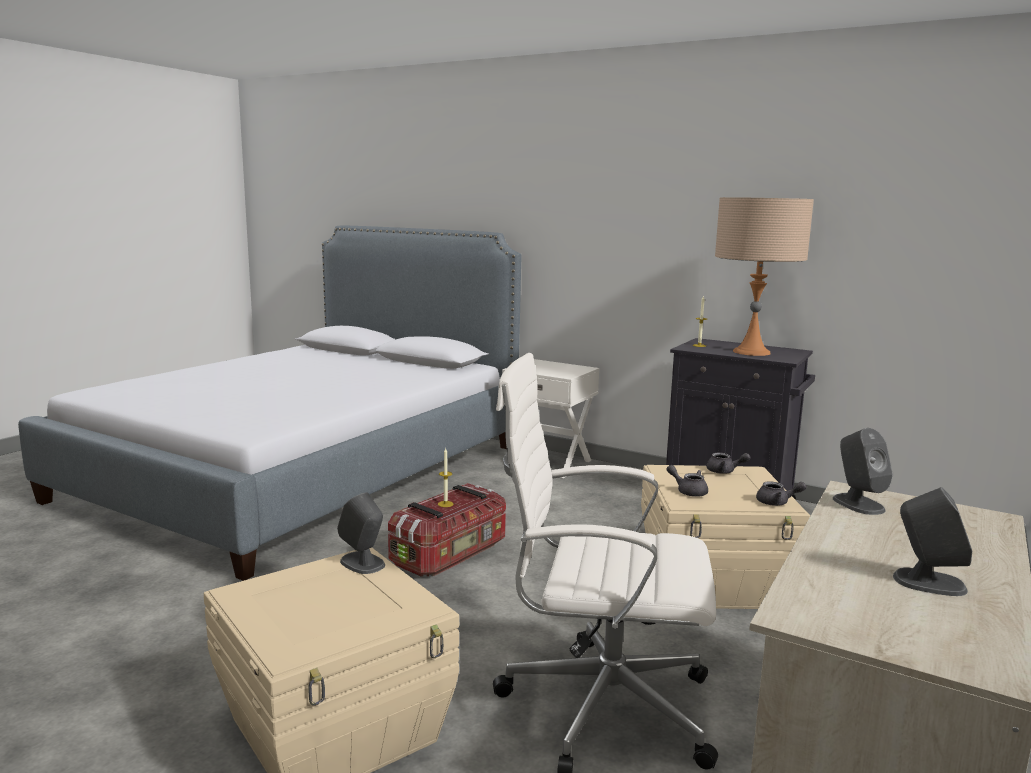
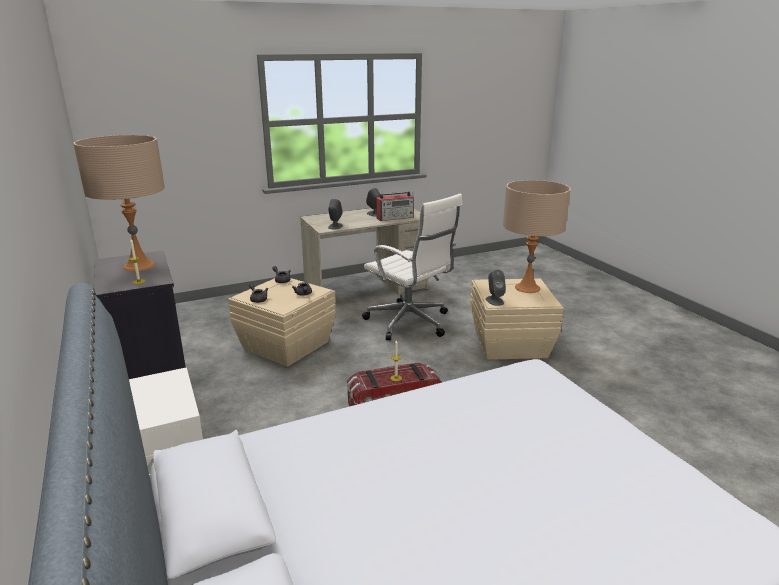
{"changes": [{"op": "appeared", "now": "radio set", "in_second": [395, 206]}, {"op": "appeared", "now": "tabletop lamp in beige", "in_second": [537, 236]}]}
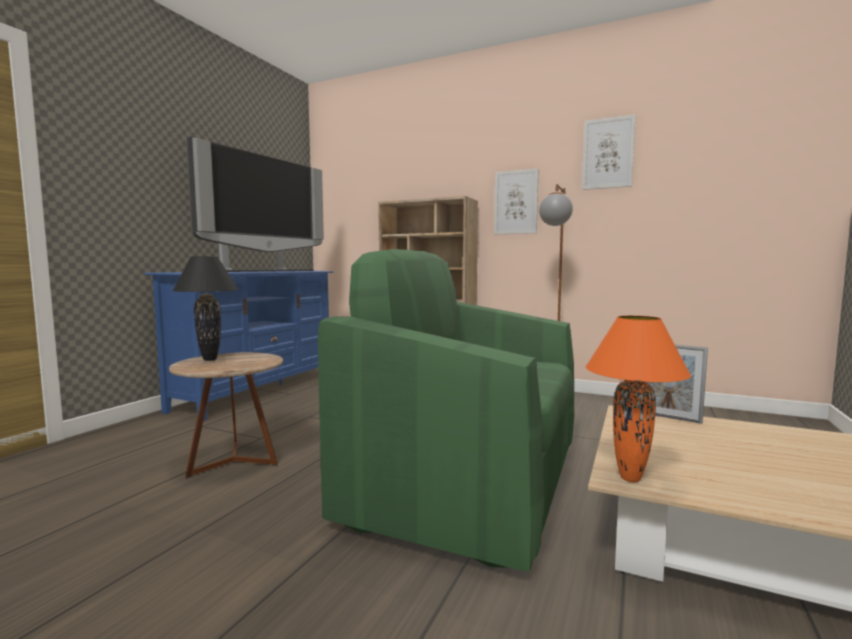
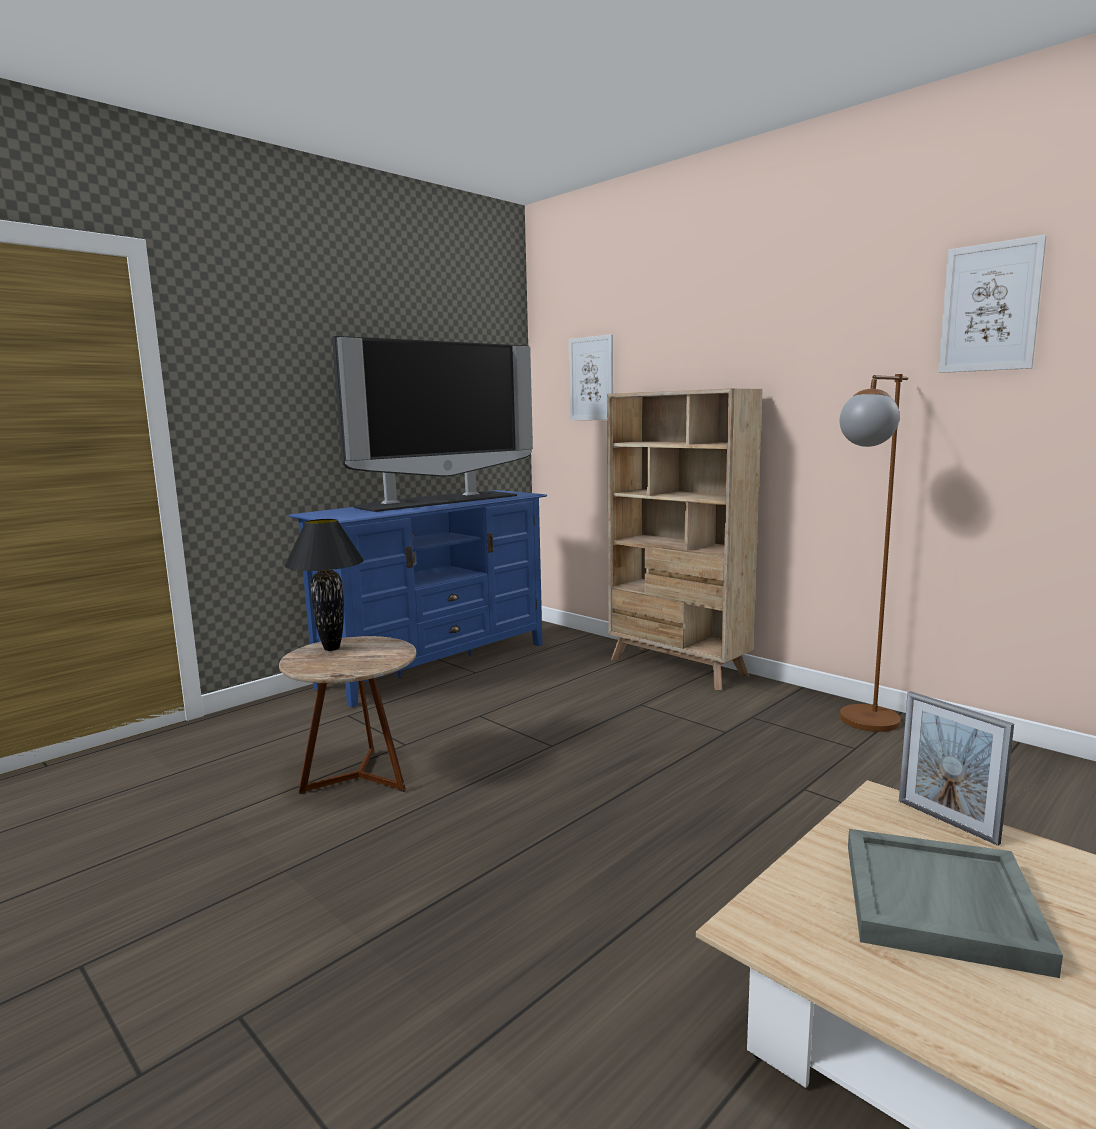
{"changes": [{"op": "missing", "was": "lounge chair in green-coloured", "in_first": [446, 410]}, {"op": "relocated", "was": "picture", "in_first": [516, 202], "in_second": [591, 377]}, {"op": "missing", "was": "tabletop lamp in orangey", "in_first": [638, 398]}, {"op": "appeared", "now": "tray in grey", "in_second": [955, 903]}]}
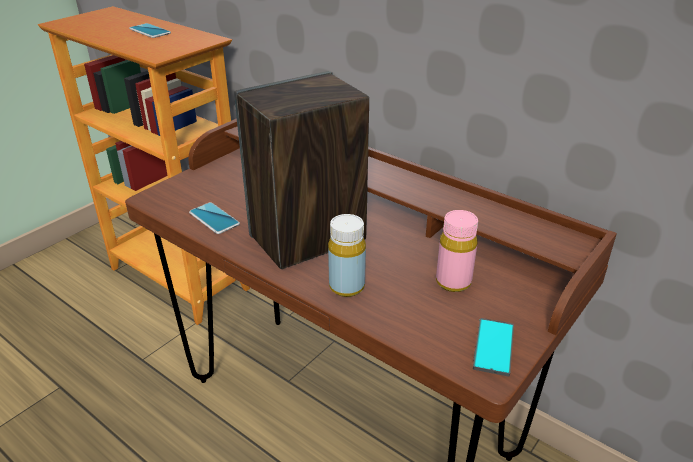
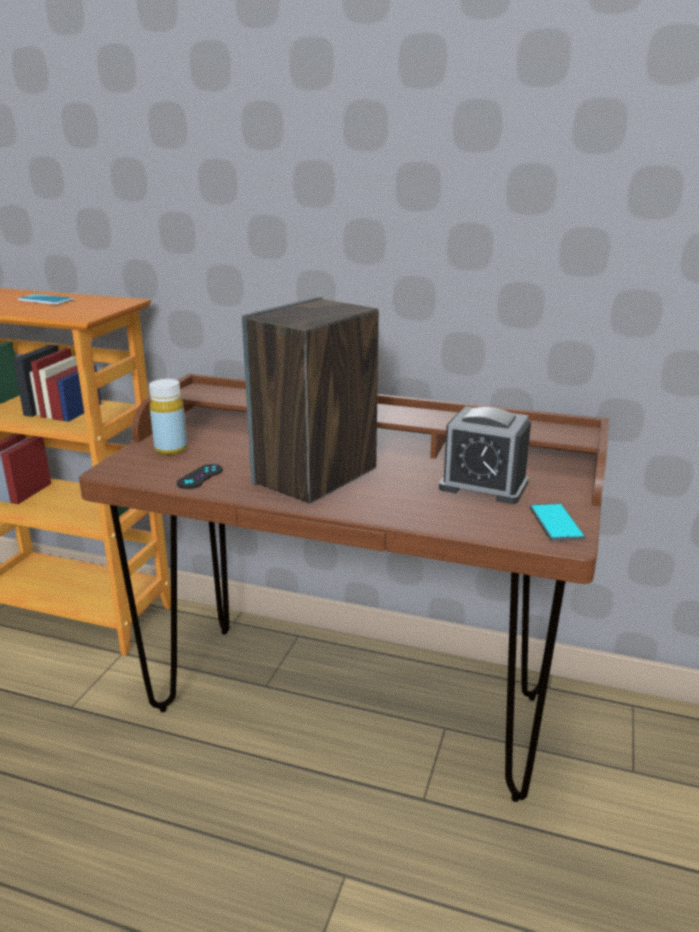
{"changes": [{"op": "exchanged", "was": "telephone", "now": "game controller in black-coloured", "in_first": [214, 218], "in_second": [199, 476]}, {"op": "relocated", "was": "beverage bottle in yellowish", "in_first": [347, 255], "in_second": [168, 417]}, {"op": "exchanged", "was": "beverage bottle in pinkish", "now": "table clock", "in_first": [457, 251], "in_second": [485, 455]}]}
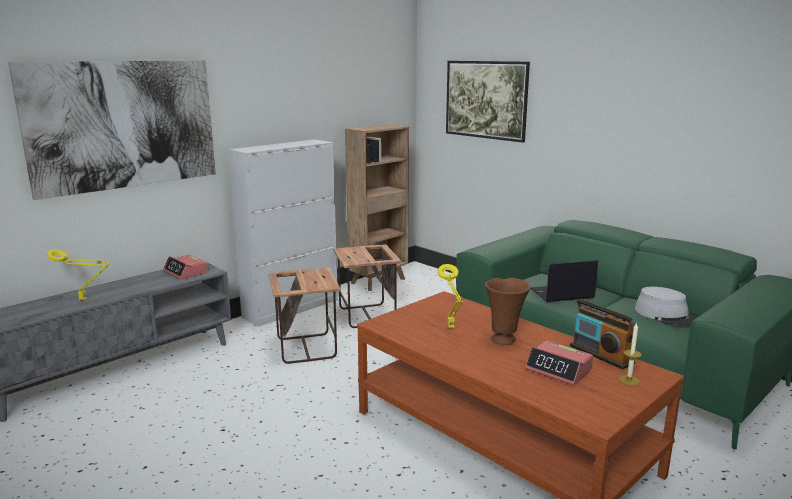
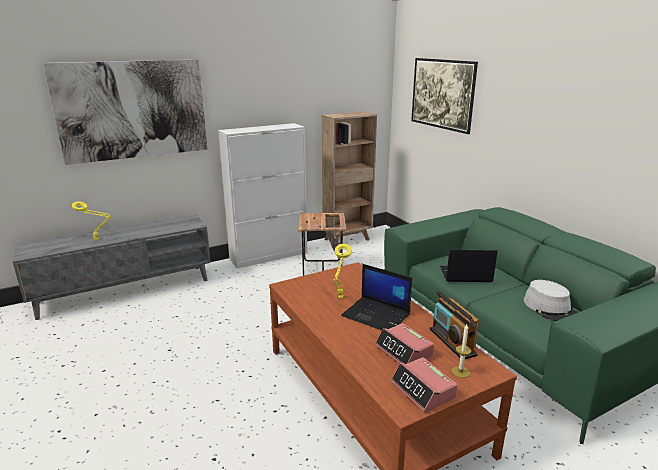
{"changes": [{"op": "relocated", "was": "table clock", "in_first": [185, 267], "in_second": [424, 385]}, {"op": "missing", "was": "side table", "in_first": [304, 316]}, {"op": "exchanged", "was": "vase in brown-coloured", "now": "portable computer", "in_first": [508, 311], "in_second": [376, 297]}]}
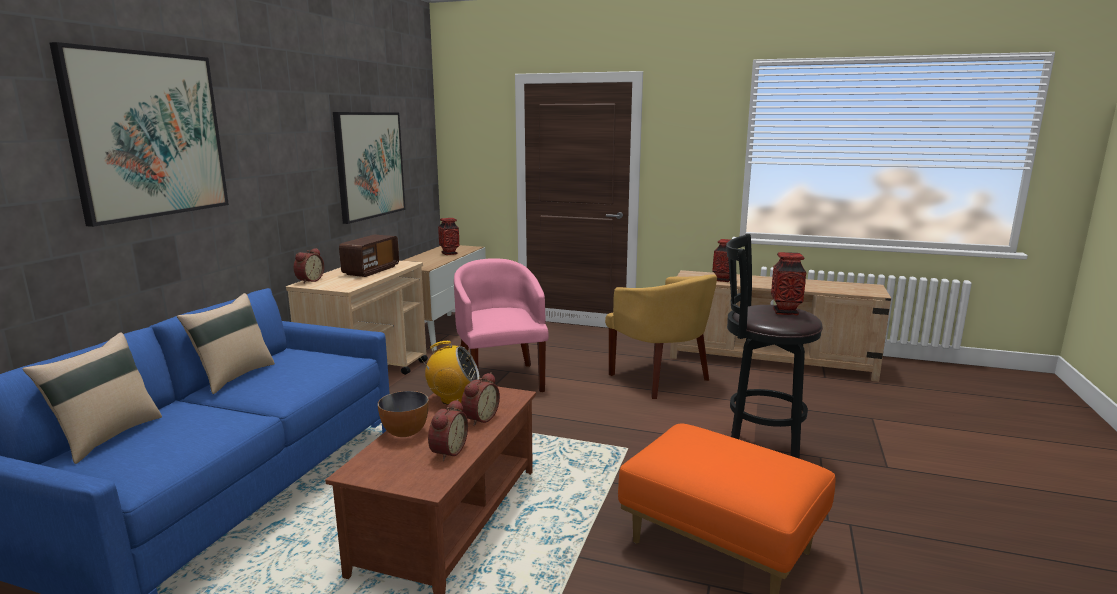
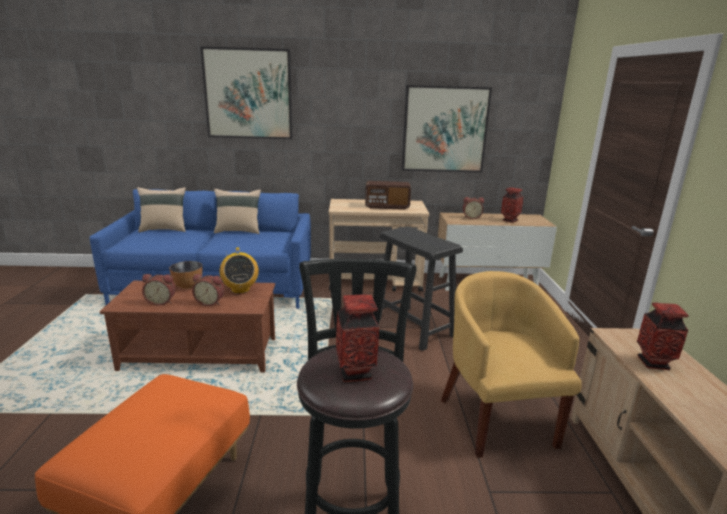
{"changes": [{"op": "relocated", "was": "table clock", "in_first": [309, 266], "in_second": [473, 208]}, {"op": "exchanged", "was": "lounge chair in pinkish", "now": "stool seat in black-coloured", "in_first": [501, 325], "in_second": [421, 289]}, {"op": "spun", "was": "lounge chair in yellowish", "in_first": [661, 336], "in_second": [511, 364], "clockwise": 135}]}
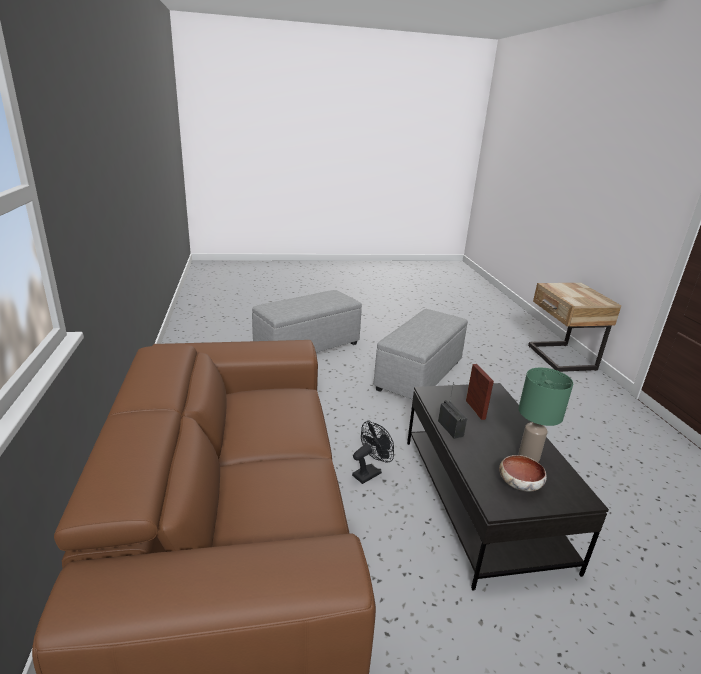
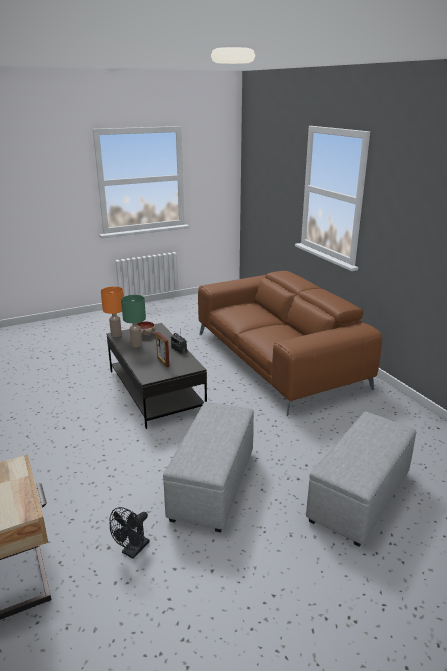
{"changes": [{"op": "relocated", "was": "electric fan in black-coloured", "in_first": [373, 452], "in_second": [130, 533]}, {"op": "appeared", "now": "tabletop lamp in orangey", "in_second": [112, 312]}]}
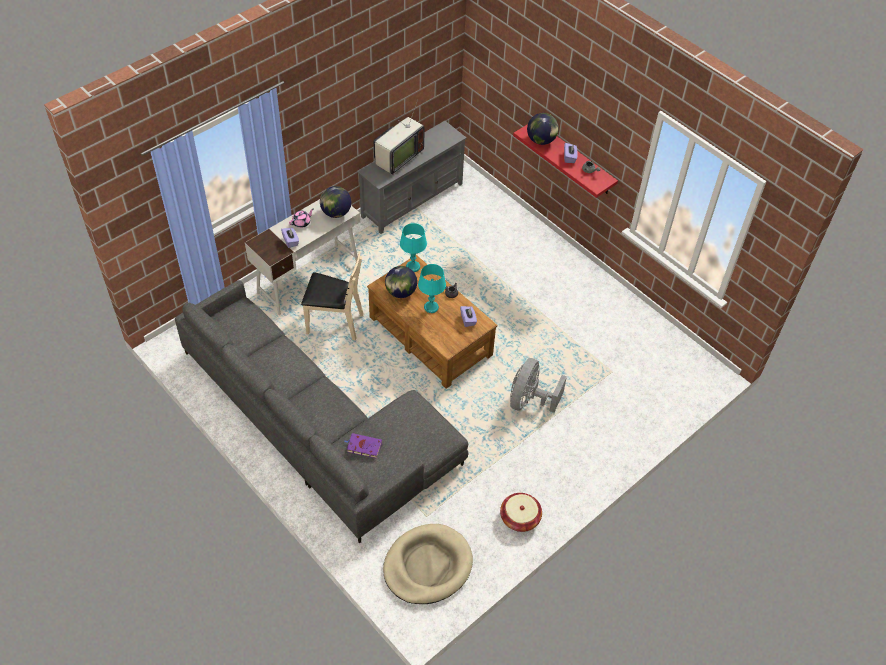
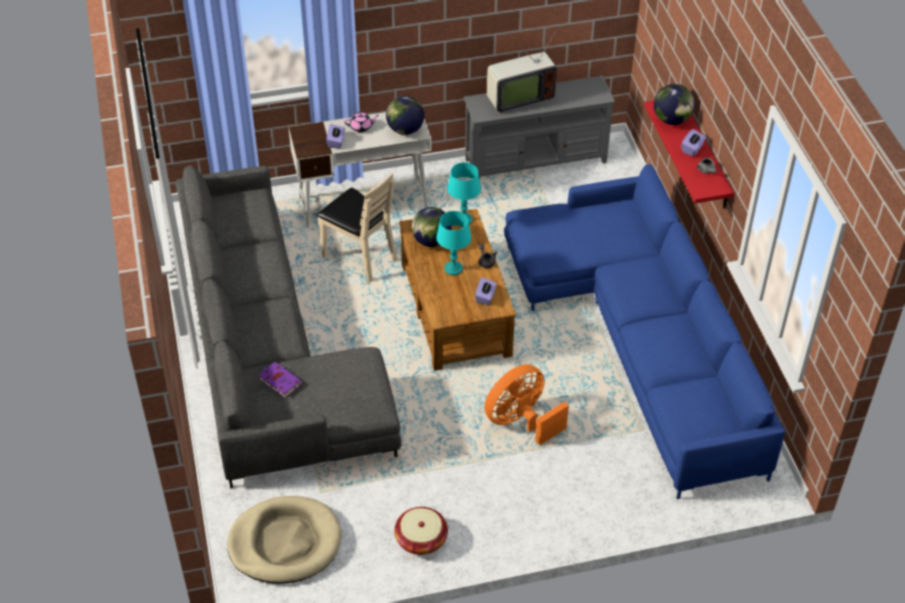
{"changes": [{"op": "colour", "was": "electric fan in grey", "now": "electric fan in orangey", "in_first": [538, 385], "in_second": [526, 404]}, {"op": "appeared", "now": "sofa in bluish", "in_second": [644, 331]}]}
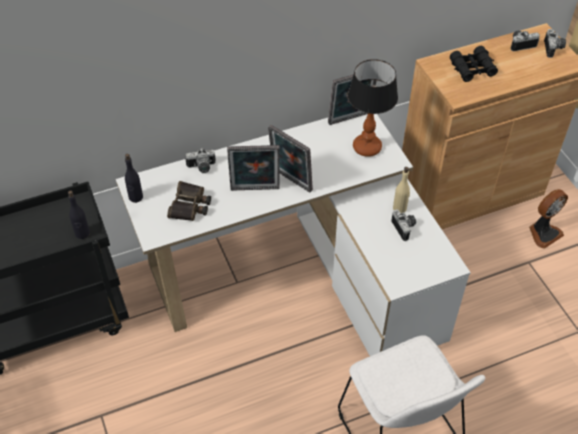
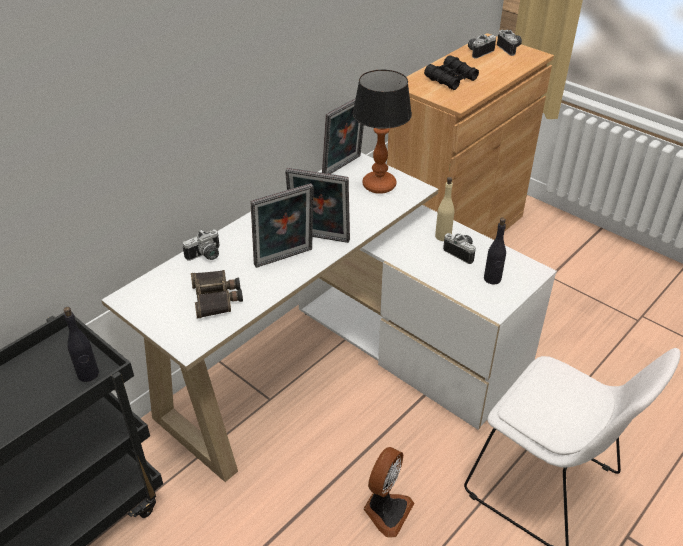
{"changes": [{"op": "relocated", "was": "beverage bottle in black-coloured", "in_first": [134, 178], "in_second": [495, 251]}, {"op": "relocated", "was": "electric fan", "in_first": [548, 219], "in_second": [389, 492]}]}
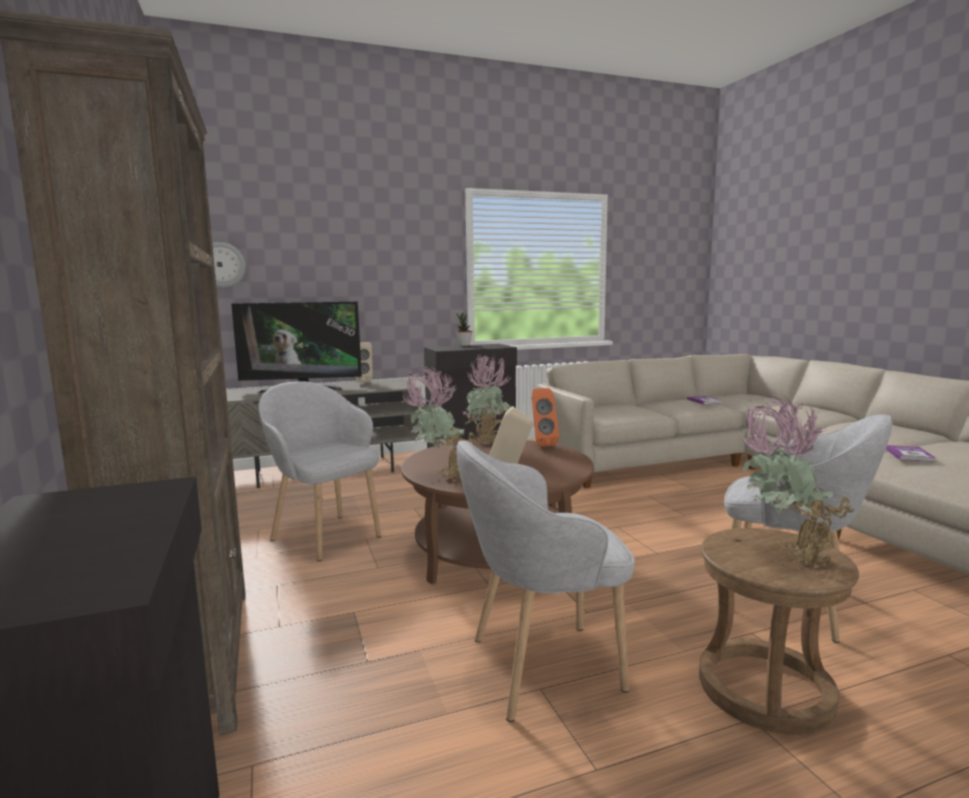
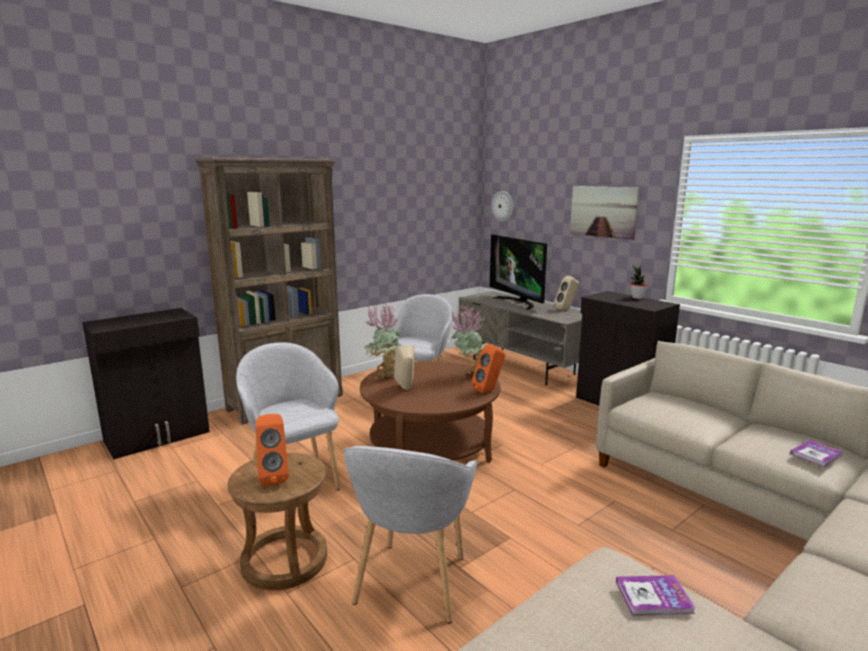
{"changes": [{"op": "exchanged", "was": "potted plant", "now": "audio speaker in orangey", "in_first": [797, 481], "in_second": [272, 450]}, {"op": "appeared", "now": "picture", "in_second": [604, 213]}]}
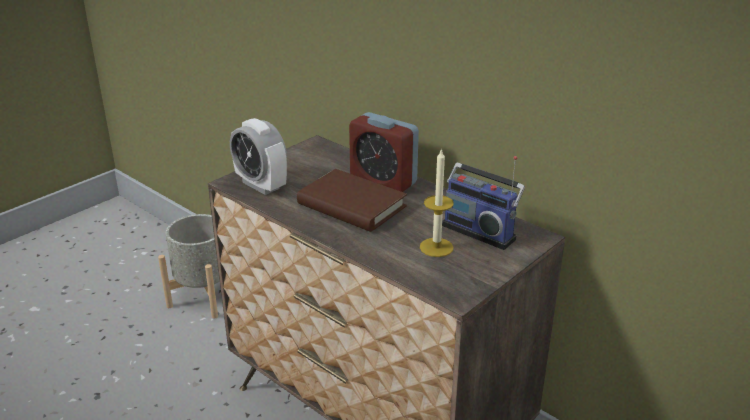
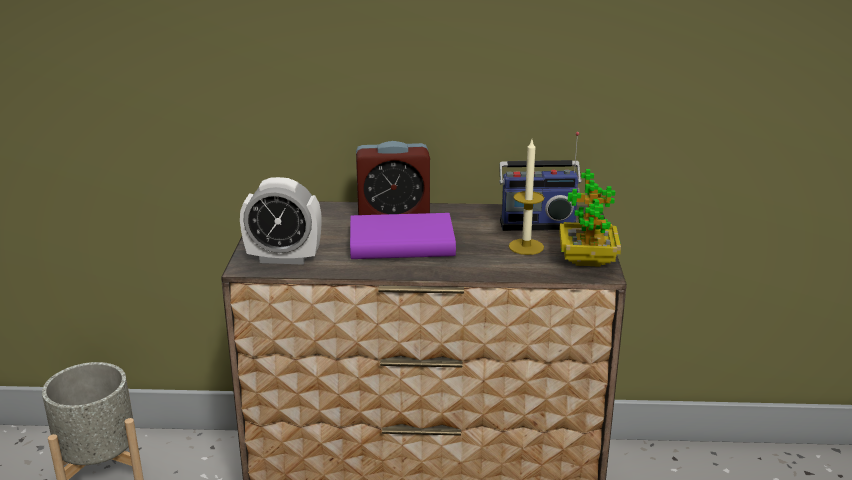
{"changes": [{"op": "colour", "was": "bound book in brown-coloured", "now": "bound book in purplish", "in_first": [352, 200], "in_second": [403, 236]}, {"op": "appeared", "now": "potted plant", "in_second": [590, 218]}]}
